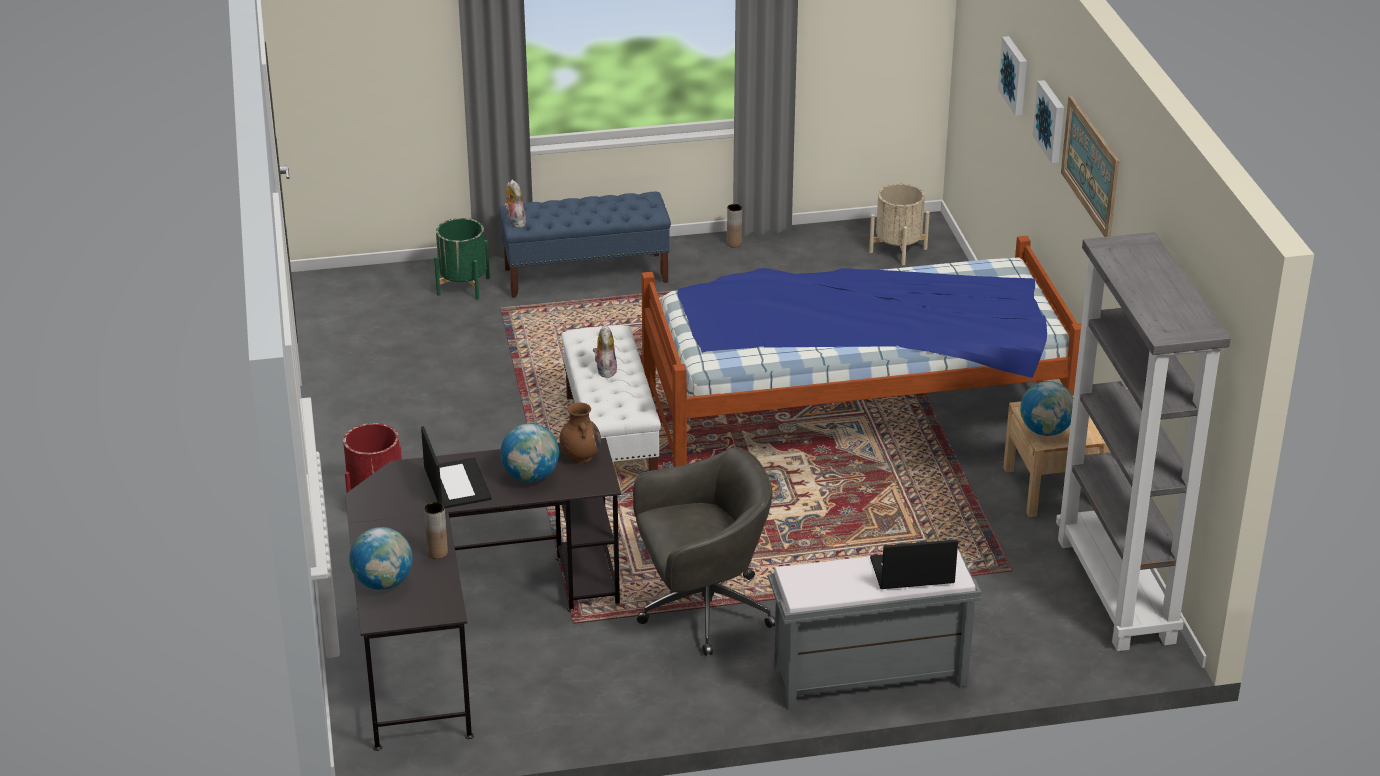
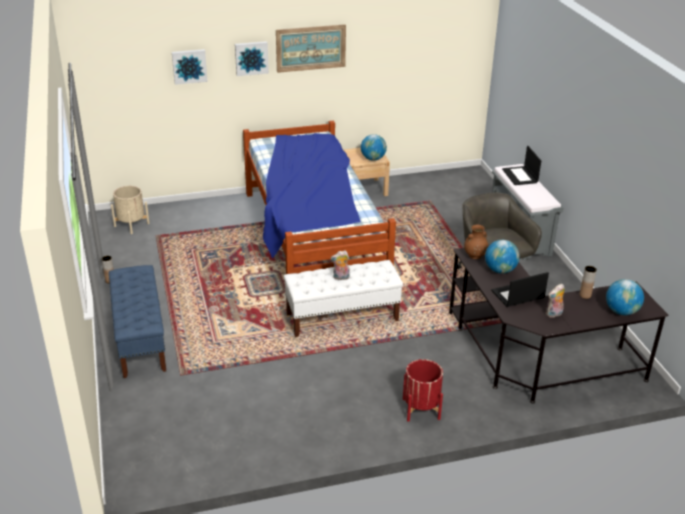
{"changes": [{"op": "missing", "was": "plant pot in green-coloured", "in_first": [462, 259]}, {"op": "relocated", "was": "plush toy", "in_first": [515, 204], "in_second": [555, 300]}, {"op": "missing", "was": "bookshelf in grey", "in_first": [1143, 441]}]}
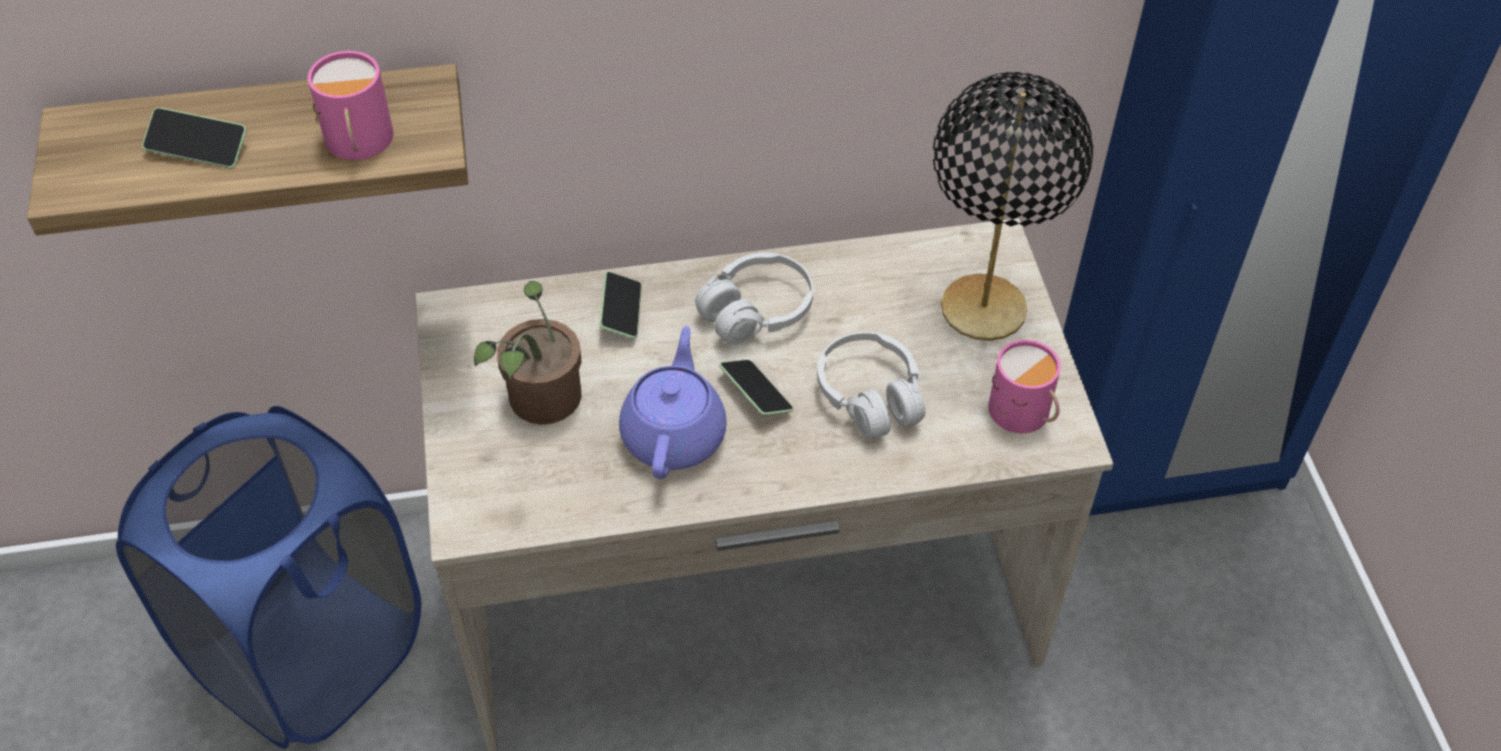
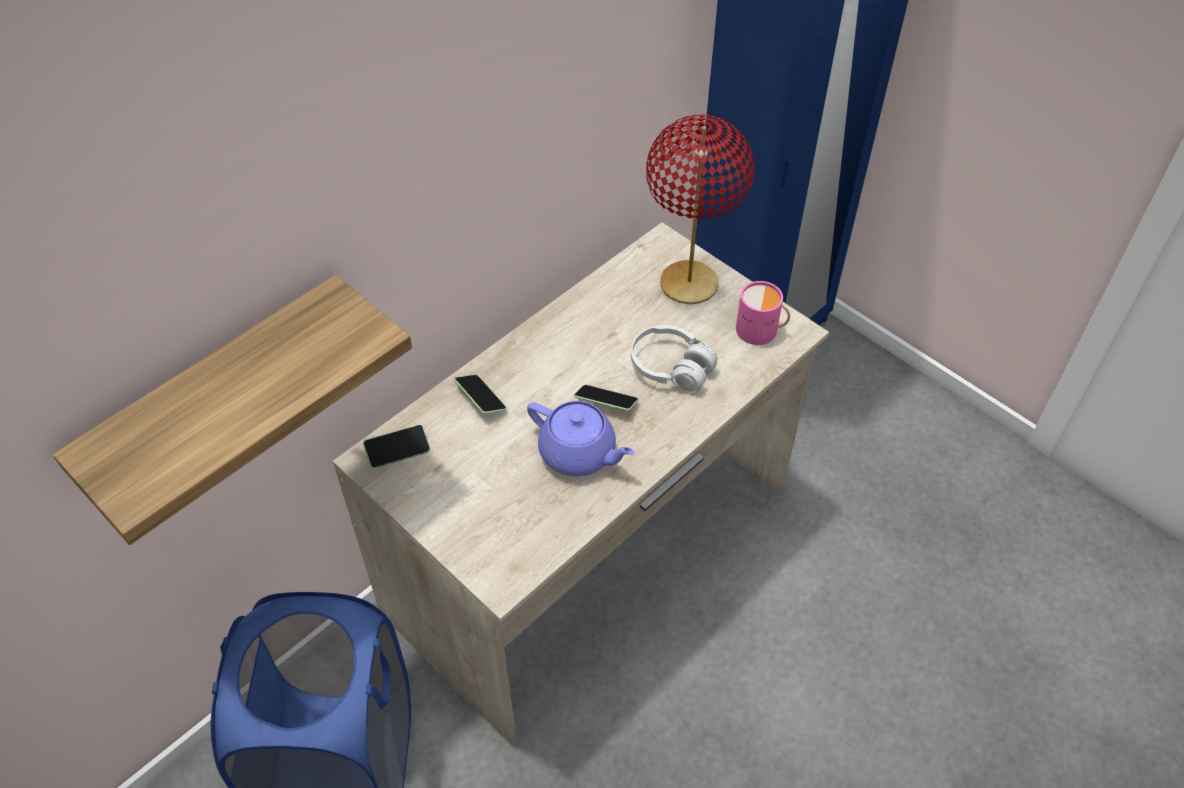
{"changes": [{"op": "relocated", "was": "telephone", "in_first": [194, 137], "in_second": [397, 446]}, {"op": "missing", "was": "tea mug in pinkish", "in_first": [351, 105]}, {"op": "missing", "was": "potted plant", "in_first": [528, 353]}, {"op": "spun", "was": "teapot in purplish", "in_first": [673, 402], "in_second": [581, 438], "clockwise": 150}, {"op": "missing", "was": "headset in whitish", "in_first": [754, 298]}, {"op": "colour", "was": "tabletop lamp in black-coloured", "now": "tabletop lamp in reddish", "in_first": [1013, 206], "in_second": [700, 209]}]}
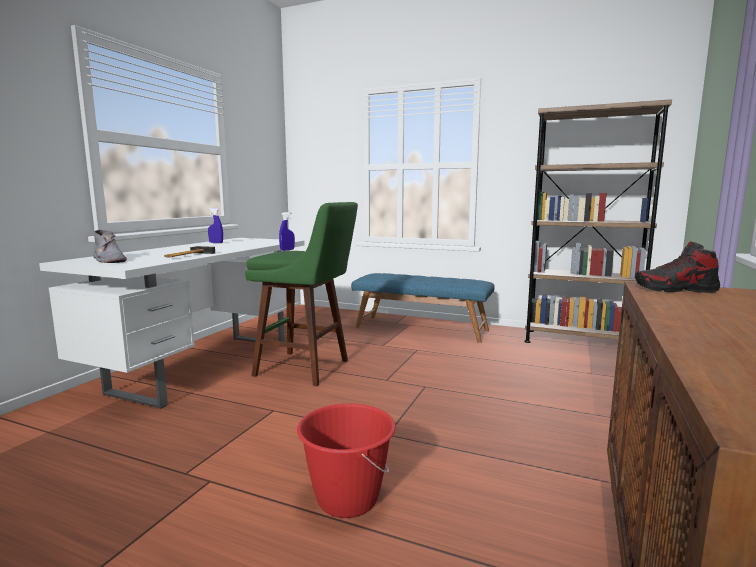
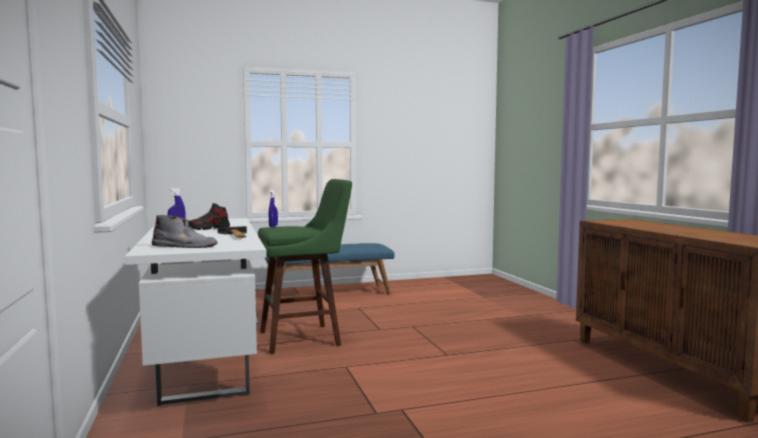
{"changes": [{"op": "missing", "was": "pail in reddish", "in_first": [346, 460]}, {"op": "missing", "was": "bookshelf in brown-coloured", "in_first": [598, 221]}, {"op": "relocated", "was": "item of footwear", "in_first": [677, 267], "in_second": [209, 216]}]}
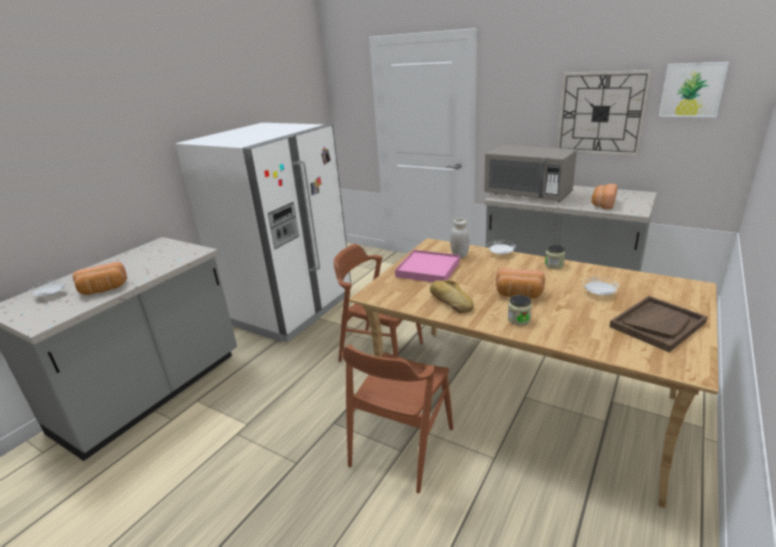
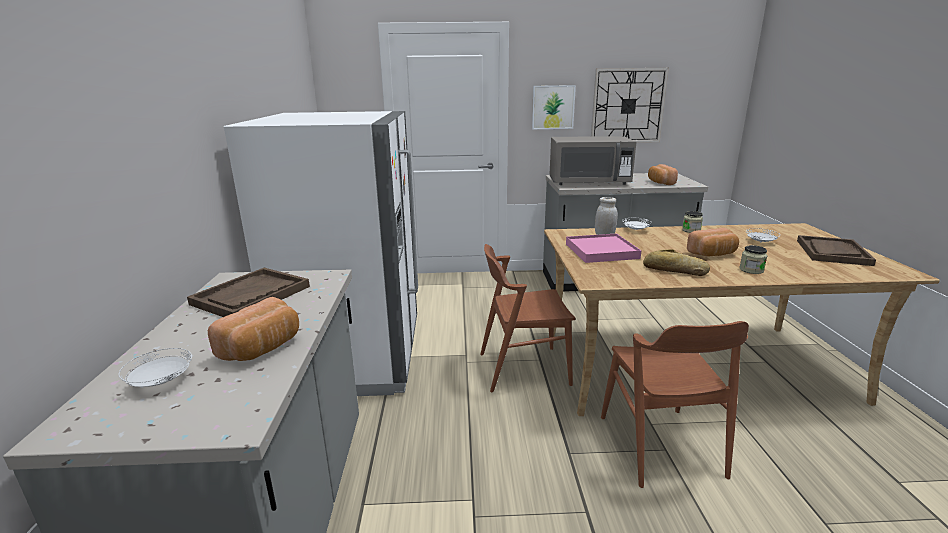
{"changes": [{"op": "relocated", "was": "picture", "in_first": [694, 89], "in_second": [554, 107]}, {"op": "appeared", "now": "tray in brown-coloured", "in_second": [248, 292]}]}
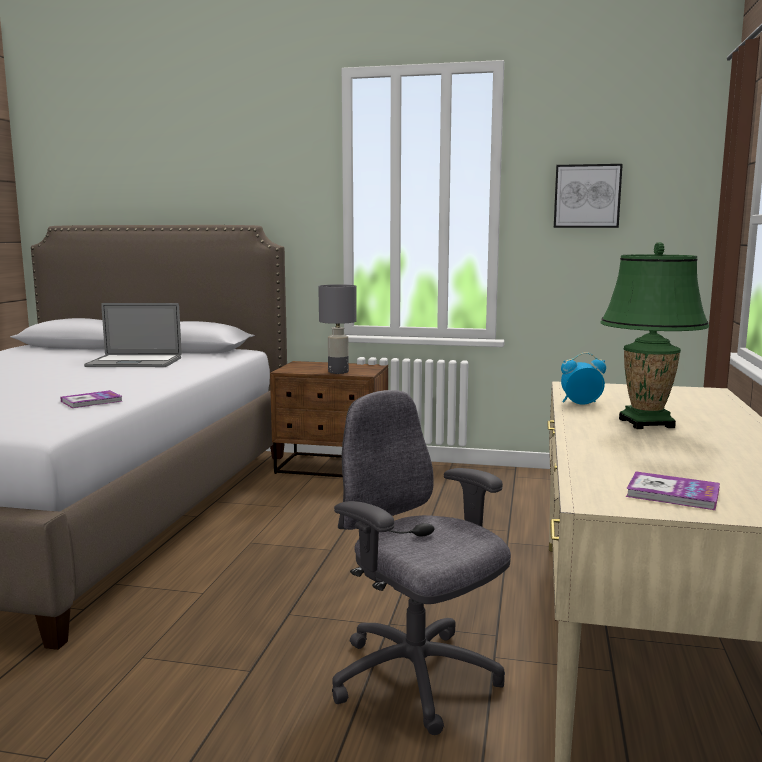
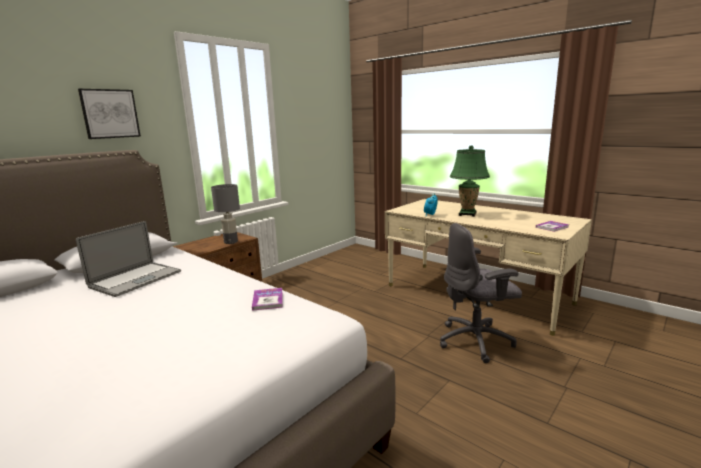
{"changes": [{"op": "relocated", "was": "picture", "in_first": [588, 196], "in_second": [109, 114]}]}
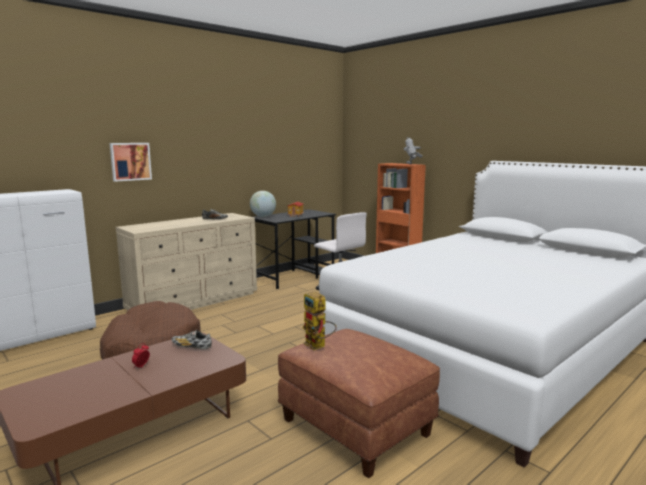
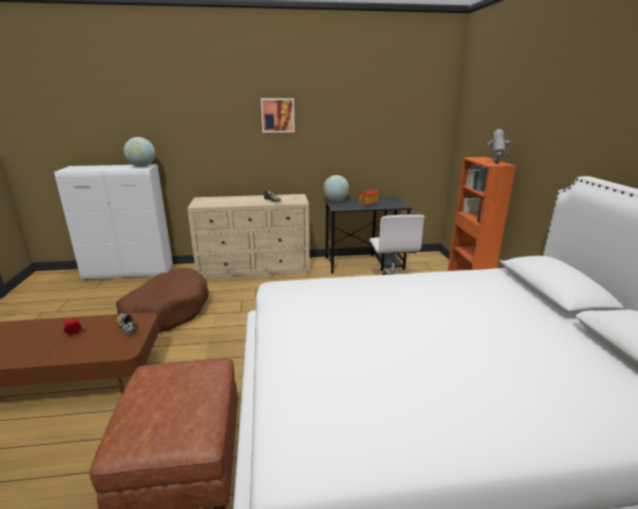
{"changes": [{"op": "relocated", "was": "picture", "in_first": [130, 162], "in_second": [278, 115]}, {"op": "missing", "was": "model robot", "in_first": [320, 321]}, {"op": "appeared", "now": "desk globe", "in_second": [139, 152]}]}
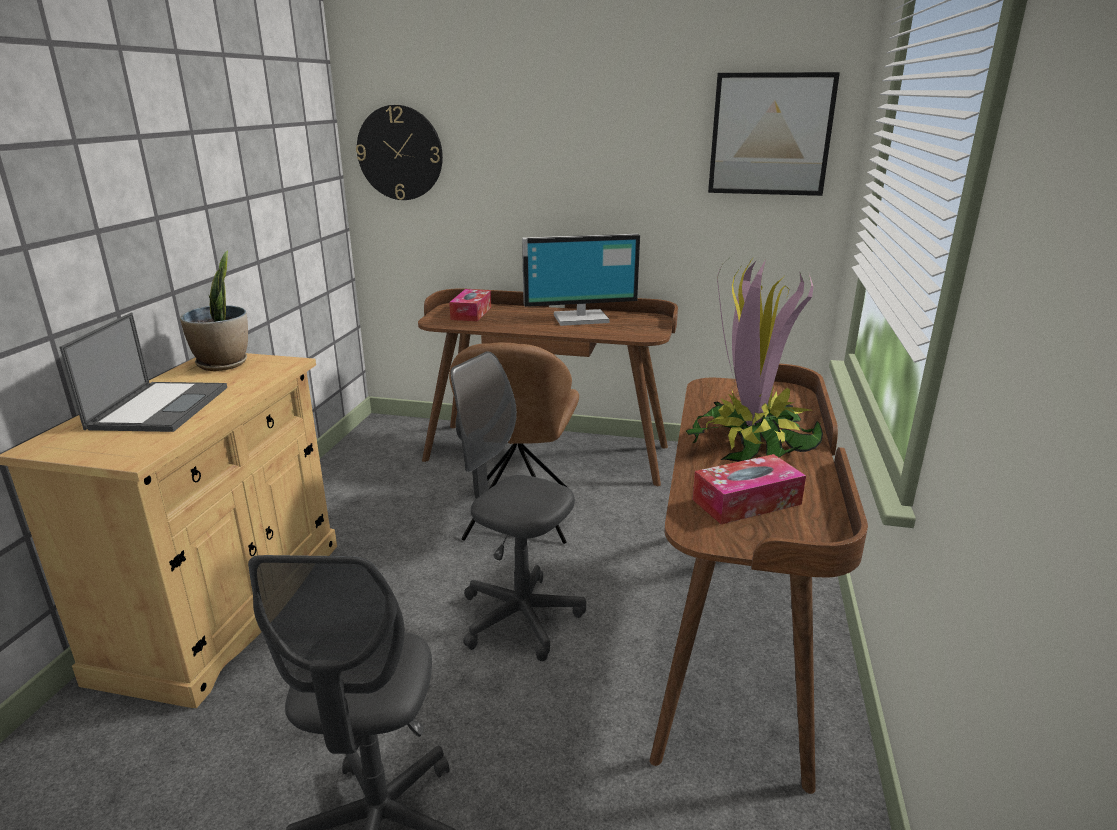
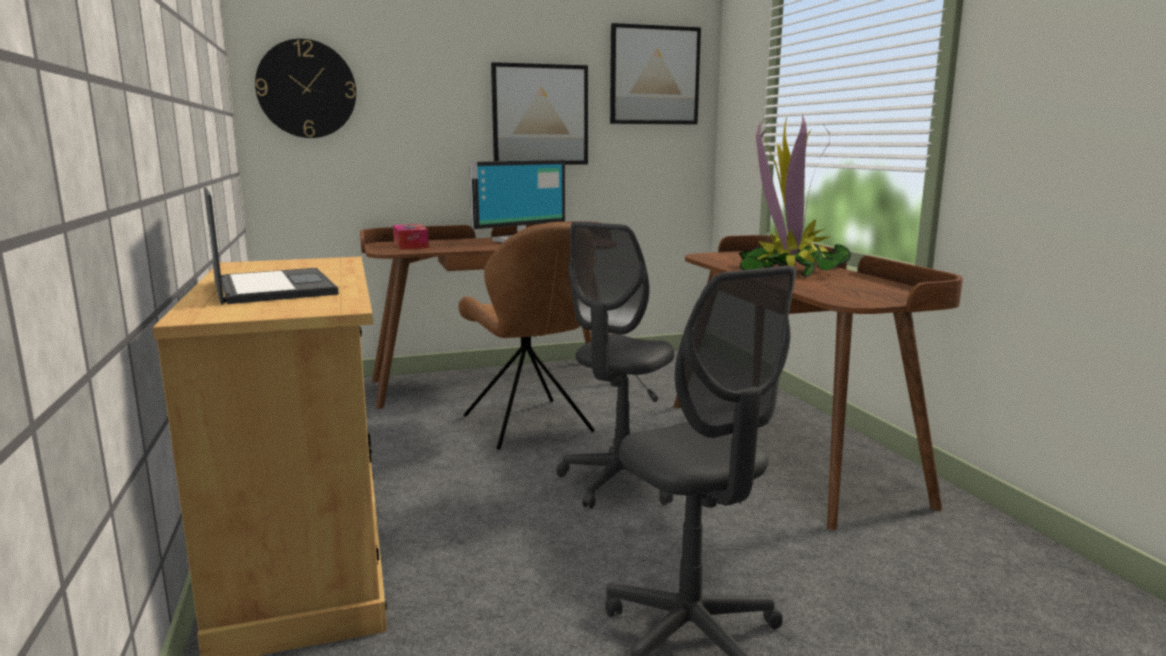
{"changes": [{"op": "missing", "was": "potted plant", "in_first": [214, 310]}, {"op": "spun", "was": "desk chair in grey", "in_first": [518, 506], "in_second": [615, 365], "clockwise": -60}, {"op": "missing", "was": "tissue box", "in_first": [749, 489]}, {"op": "appeared", "now": "picture", "in_second": [539, 113]}]}
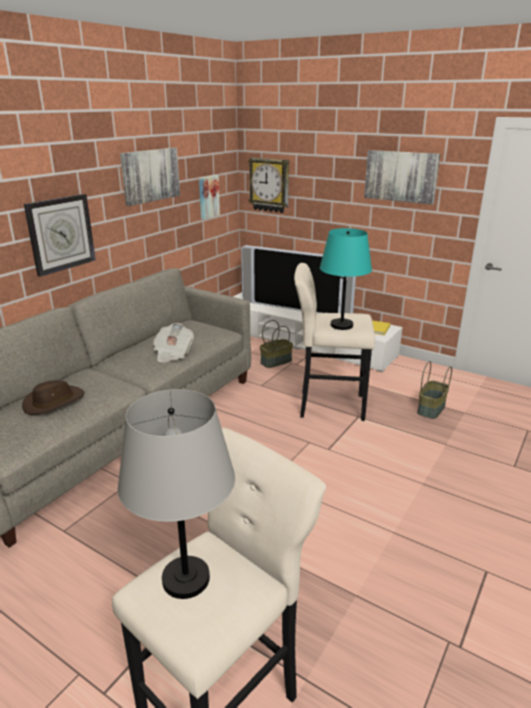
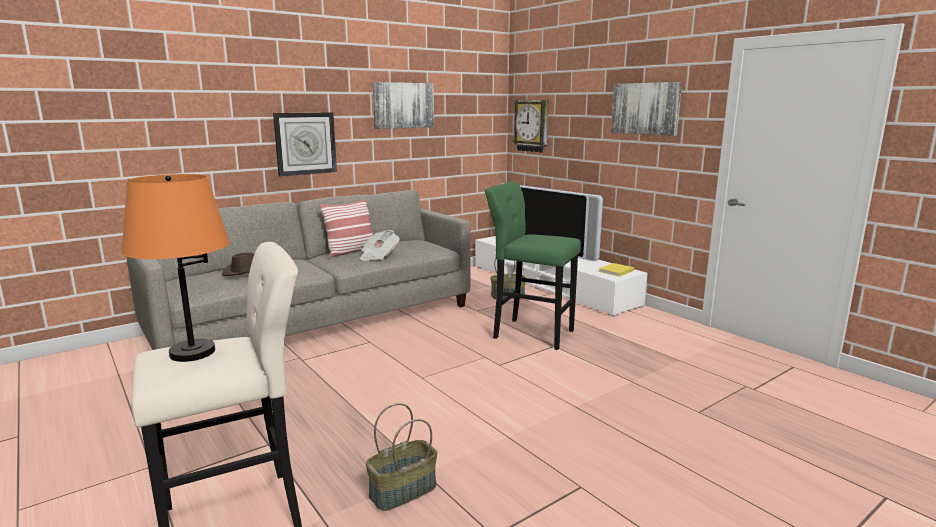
{"changes": [{"op": "colour", "was": "tabletop lamp in grey", "now": "tabletop lamp in orangey", "in_first": [176, 494], "in_second": [176, 268]}, {"op": "missing", "was": "picture", "in_first": [209, 197]}, {"op": "colour", "was": "stool seat in beige", "now": "stool seat in green-coloured", "in_first": [334, 342], "in_second": [533, 266]}, {"op": "missing", "was": "tabletop lamp in turquoise-coloured", "in_first": [346, 279]}, {"op": "relocated", "was": "basket", "in_first": [434, 390], "in_second": [401, 457]}, {"op": "appeared", "now": "pillow", "in_second": [346, 228]}]}
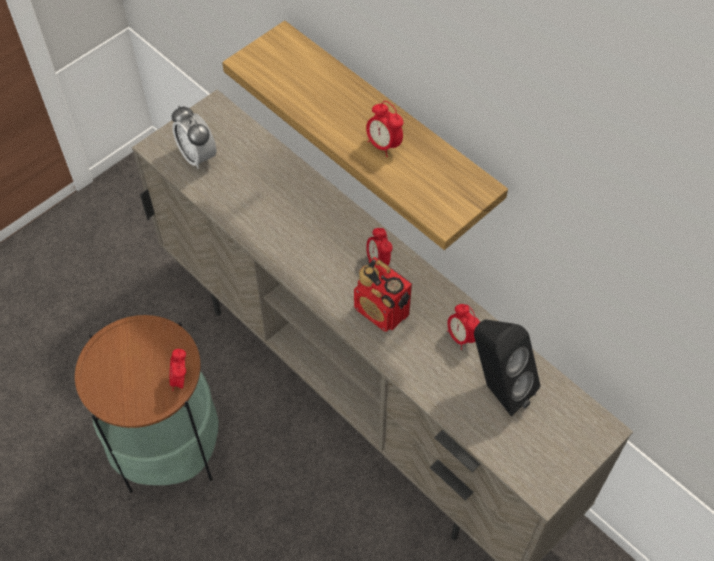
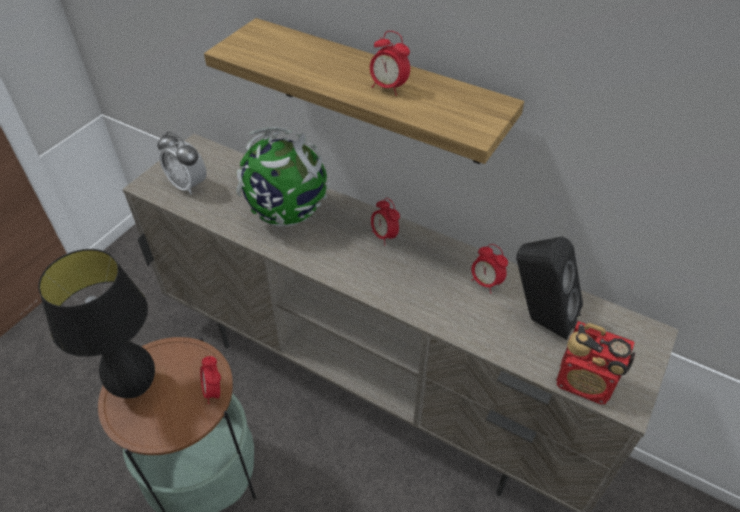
{"changes": [{"op": "relocated", "was": "radio set", "in_first": [383, 294], "in_second": [596, 363]}, {"op": "appeared", "now": "tabletop lamp in black-coloured", "in_second": [96, 323]}, {"op": "appeared", "now": "desk globe", "in_second": [283, 177]}]}
